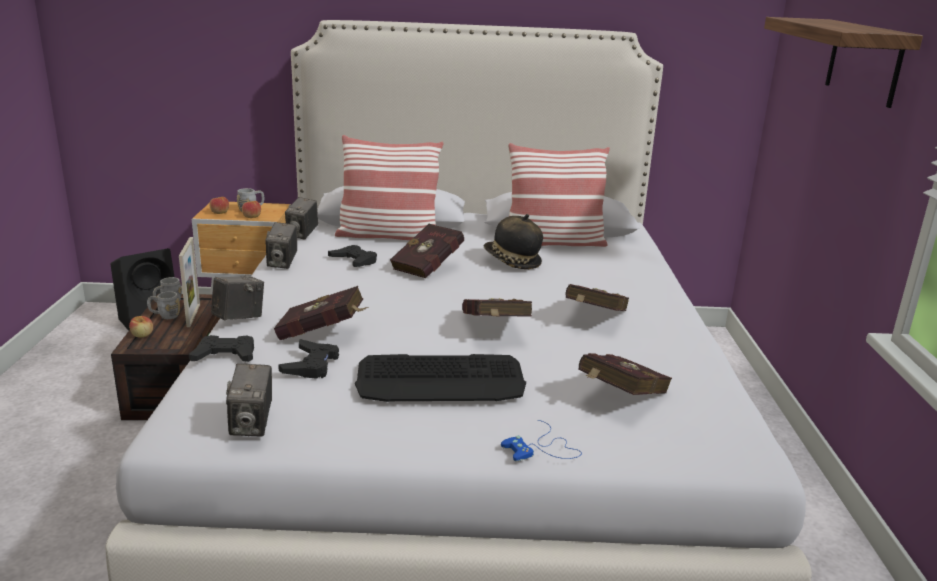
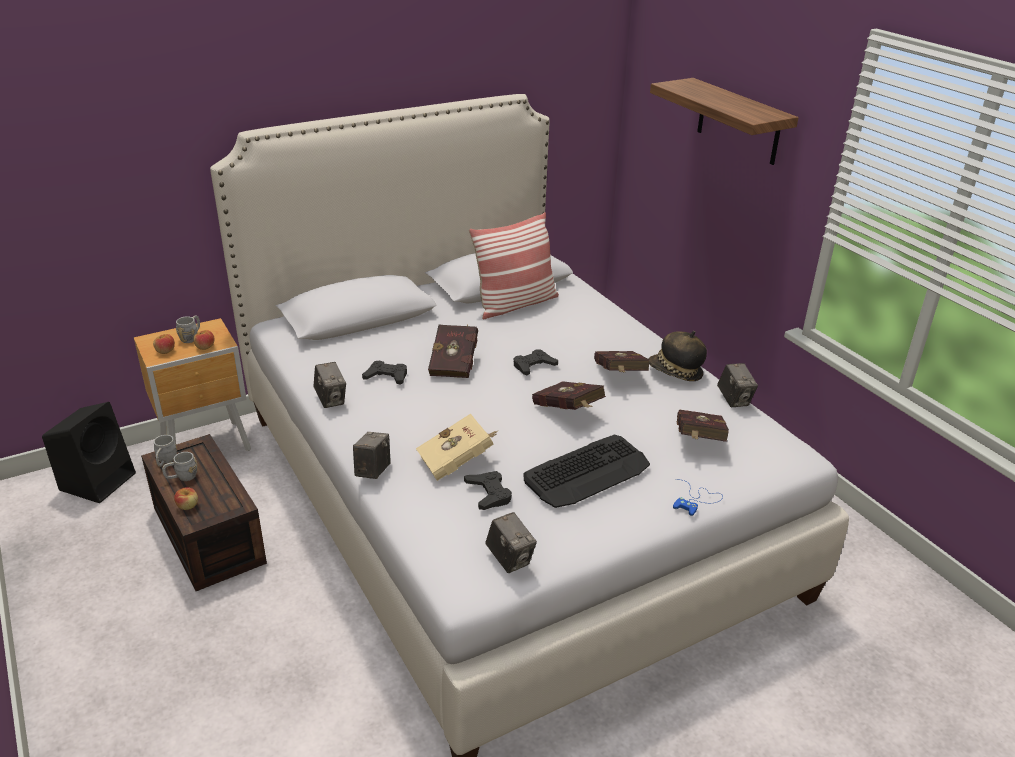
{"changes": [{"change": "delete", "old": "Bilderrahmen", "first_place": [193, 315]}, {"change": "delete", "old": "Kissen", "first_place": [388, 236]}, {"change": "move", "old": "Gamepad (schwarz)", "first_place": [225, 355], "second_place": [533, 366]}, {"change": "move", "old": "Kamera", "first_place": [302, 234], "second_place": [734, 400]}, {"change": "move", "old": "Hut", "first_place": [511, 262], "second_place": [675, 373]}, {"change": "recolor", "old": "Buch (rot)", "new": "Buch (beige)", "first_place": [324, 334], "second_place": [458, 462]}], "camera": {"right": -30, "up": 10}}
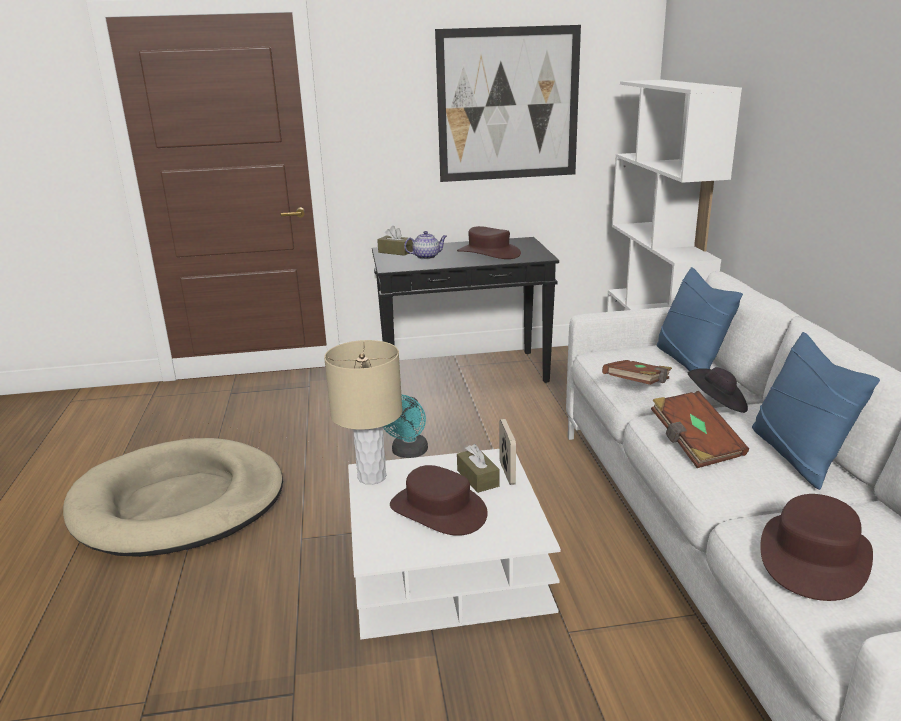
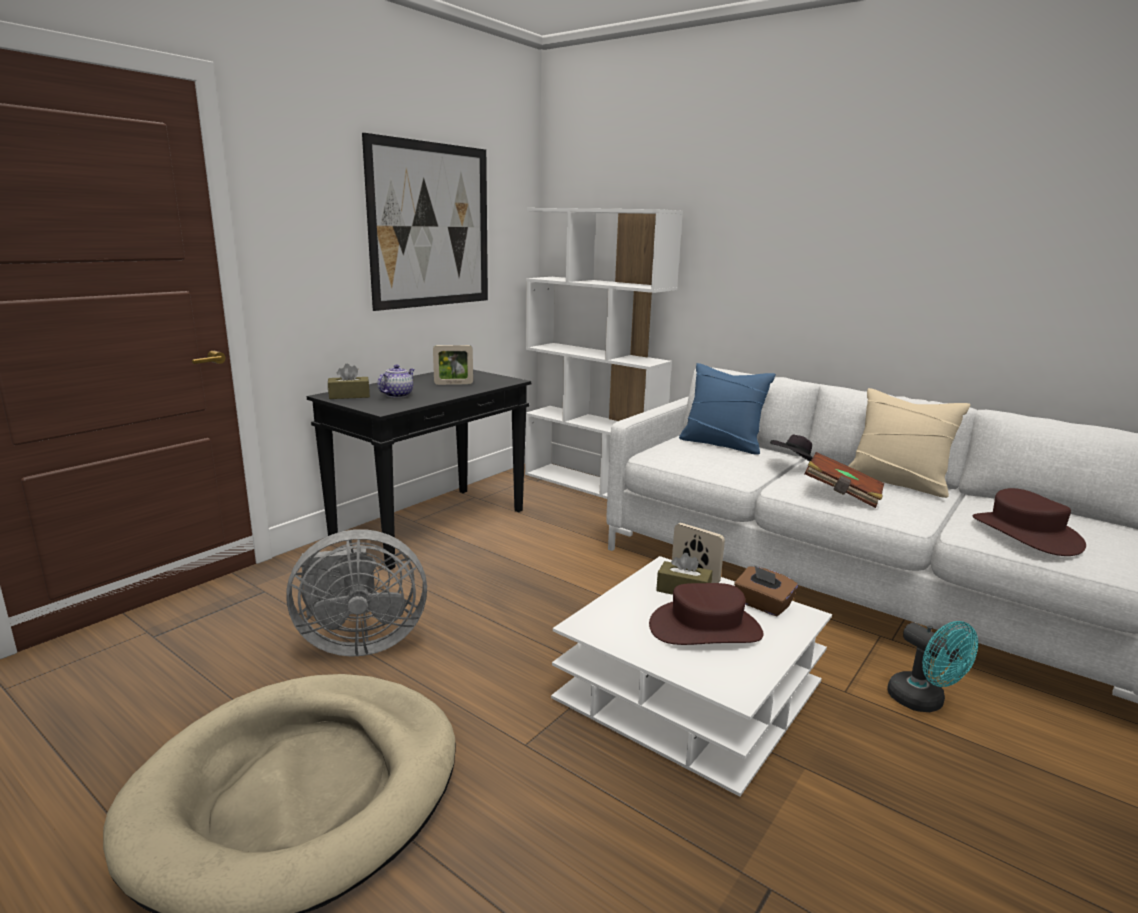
{"changes": [{"change": "delete", "old": "Tischlampe (beige)", "first_place": [372, 476]}, {"change": "delete", "old": "Buch (braun)", "first_place": [638, 386]}, {"change": "insert", "new": "Ventilator (grau)", "second_place": [358, 642]}, {"change": "insert", "new": "Taschentuchbox (braun)", "second_place": [762, 605]}, {"change": "move", "old": "Ventilator (türkis)", "first_place": [408, 453], "second_place": [923, 702]}, {"change": "replace", "old": "Hut (braun)", "new": "Bilderrahmen", "first_place": [489, 253], "second_place": [453, 384]}, {"change": "recolor", "old": "Kissen (blau)", "new": "Kissen (beige)", "first_place": [798, 455], "second_place": [897, 482]}], "camera": {"right": -45, "up": -5}}
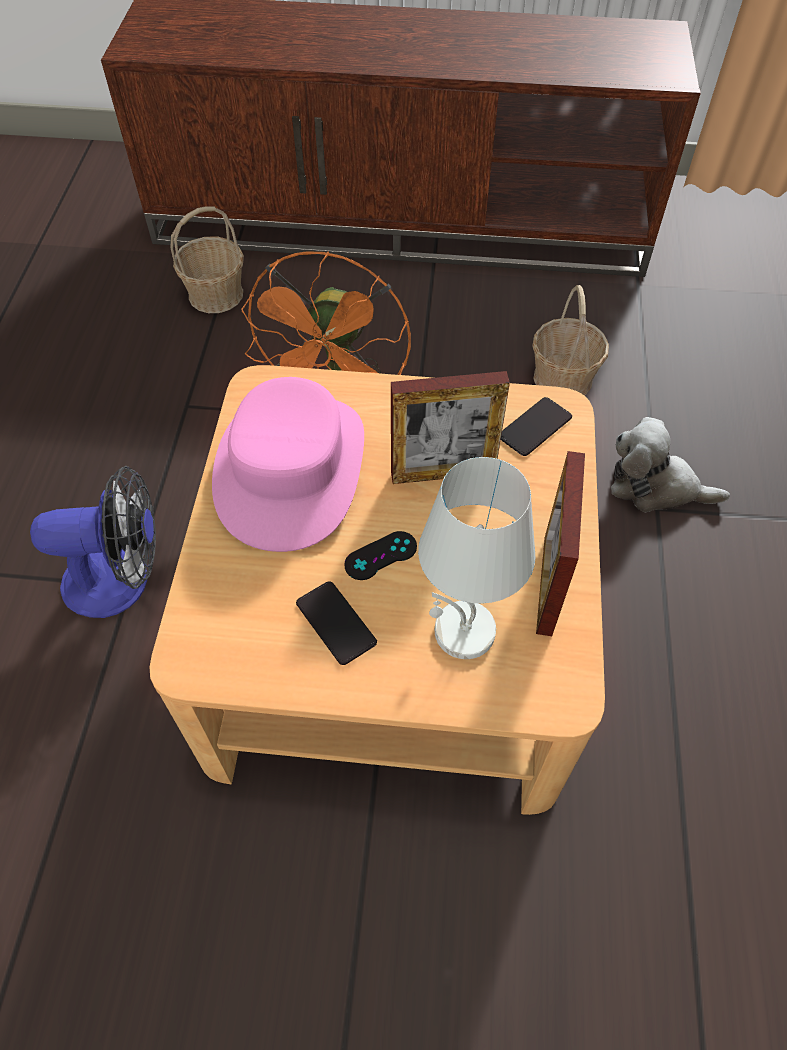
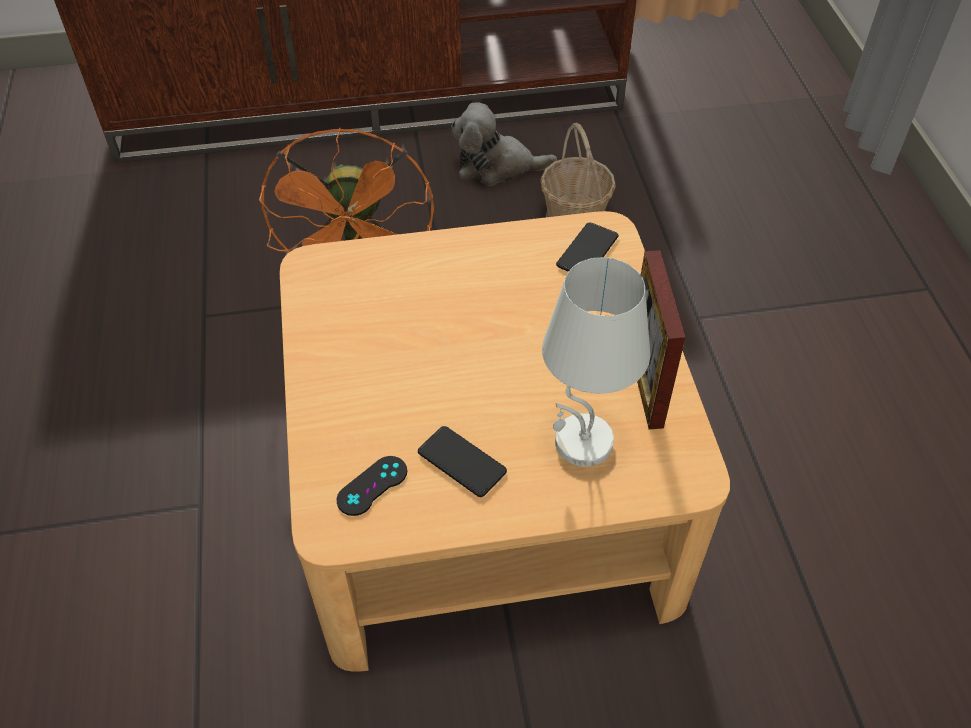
{"changes": [{"change": "delete", "old": "Ventilator", "first_place": [121, 580]}, {"change": "delete", "old": "Korb", "first_place": [216, 294]}, {"change": "delete", "old": "Hut (rosa)", "first_place": [290, 469]}, {"change": "delete", "old": "Bilderrahmen", "first_place": [443, 473]}, {"change": "move", "old": "Gamepad (schwarz)", "first_place": [380, 556], "second_place": [372, 486]}, {"change": "move", "old": "Plüschtier", "first_place": [655, 486], "second_place": [497, 166]}], "camera": {"right": -15, "up": -5}}
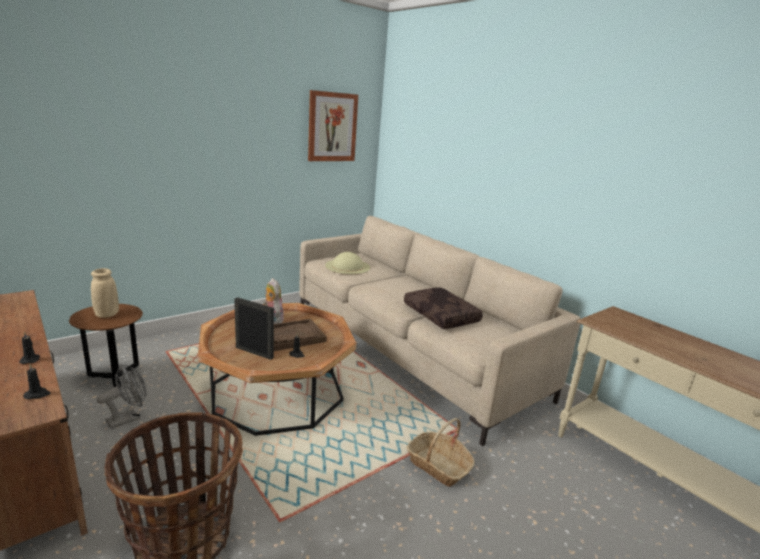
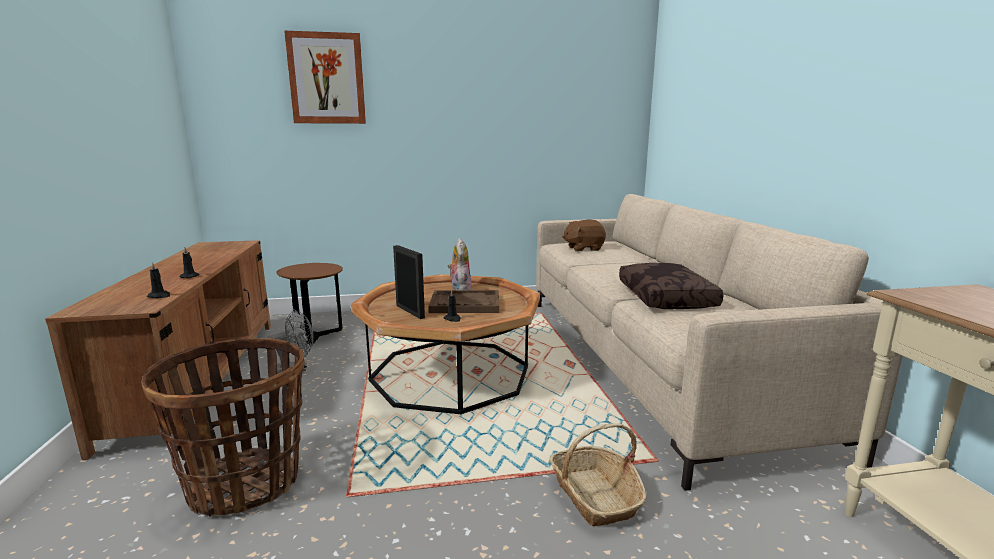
{"changes": [{"change": "delete", "old": "Vase (beige)", "first_place": [107, 314]}, {"change": "move", "old": "Bild", "first_place": [332, 127], "second_place": [327, 79]}, {"change": "replace", "old": "Hut (beige)", "new": "Plüschtier (braun)", "first_place": [347, 266], "second_place": [583, 248]}], "camera": {"right": 30, "up": -5}}
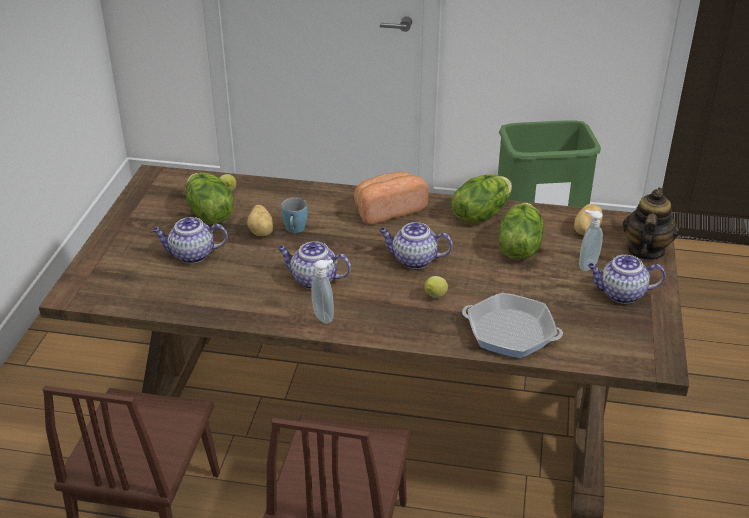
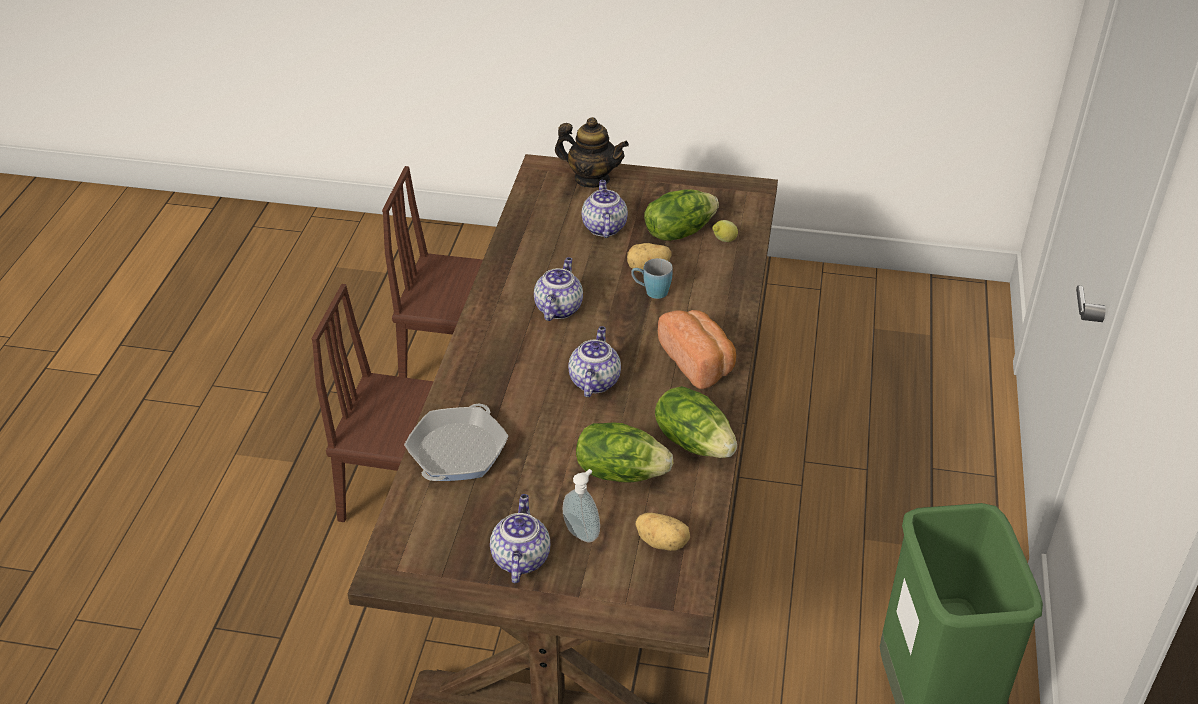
{"changes": [{"change": "delete", "old": "Seifenspender", "first_place": [324, 316]}, {"change": "delete", "old": "Zitrone", "first_place": [434, 297]}, {"change": "move", "old": "Teekanne", "first_place": [645, 251], "second_place": [591, 179]}], "camera": {"right": 90, "up": 5}}
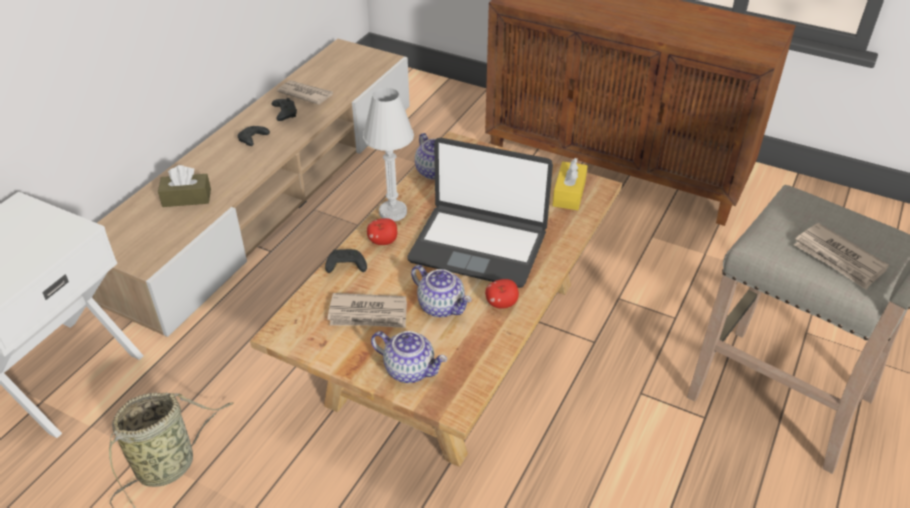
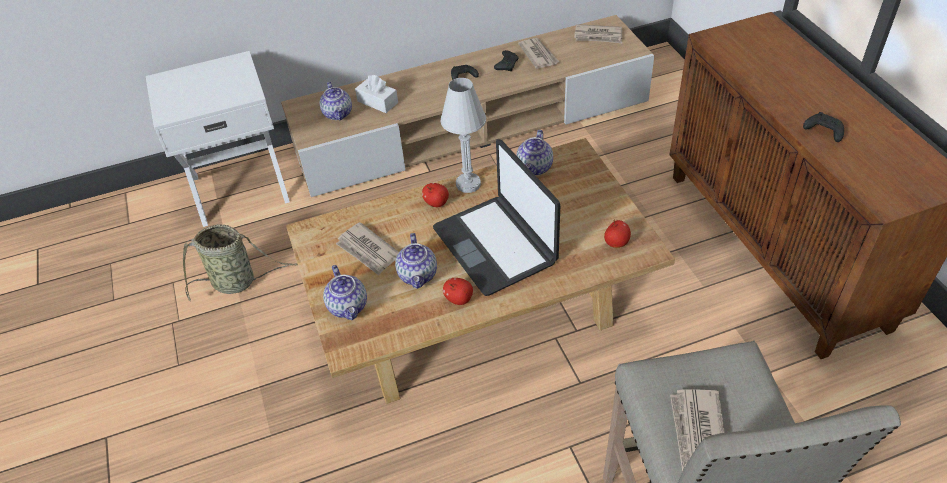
{"changes": [{"change": "insert", "new": "Teekanne", "second_place": [338, 113]}, {"change": "insert", "new": "Zeitung", "second_place": [598, 36]}, {"change": "move", "old": "Gamepad (schwarz)", "first_place": [345, 267], "second_place": [822, 131]}, {"change": "replace", "old": "Taschentuchbox (gelb)", "new": "Apfel", "first_place": [569, 194], "second_place": [616, 243]}, {"change": "recolor", "old": "Taschentuchbox (braun)", "new": "Taschentuchbox (weiß)", "first_place": [187, 198], "second_place": [377, 102]}], "camera": {"right": 45, "up": 5}}
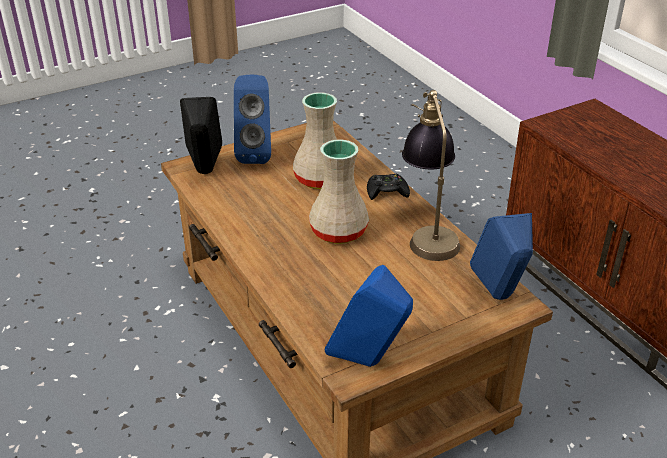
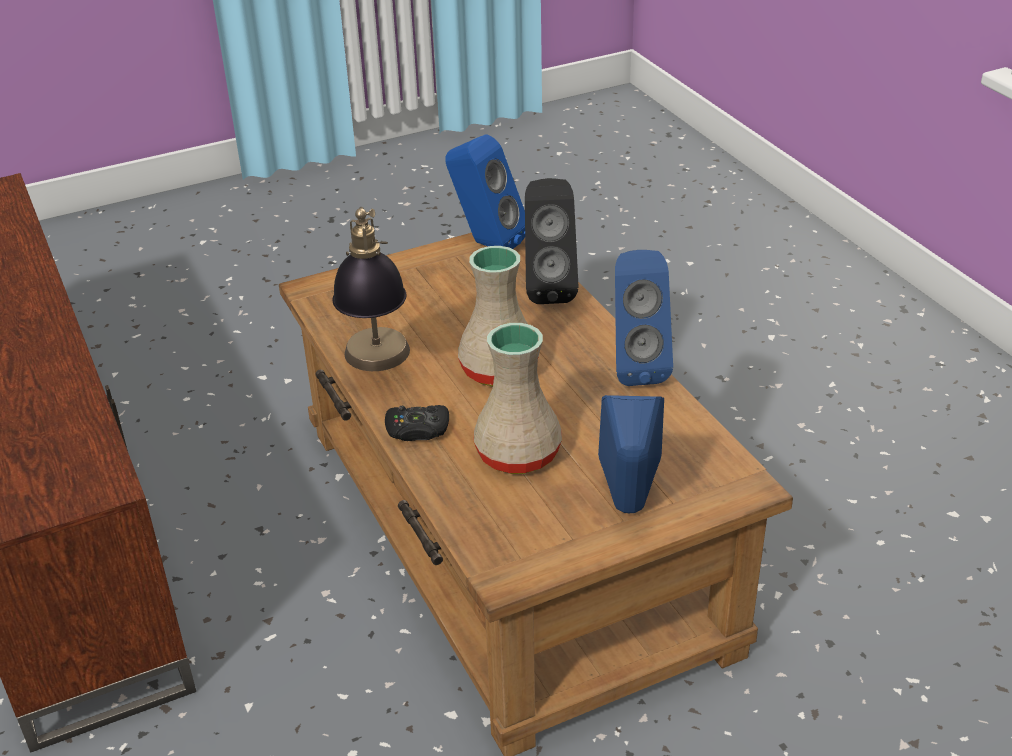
{"changes": [{"change": "move", "old": "Lautsprecher (schwarz)", "first_place": [205, 173], "second_place": [549, 289]}, {"change": "move", "old": "Lautsprecher (blau)", "first_place": [499, 297], "second_place": [636, 367]}], "camera": {"right": -175, "up": 0}}
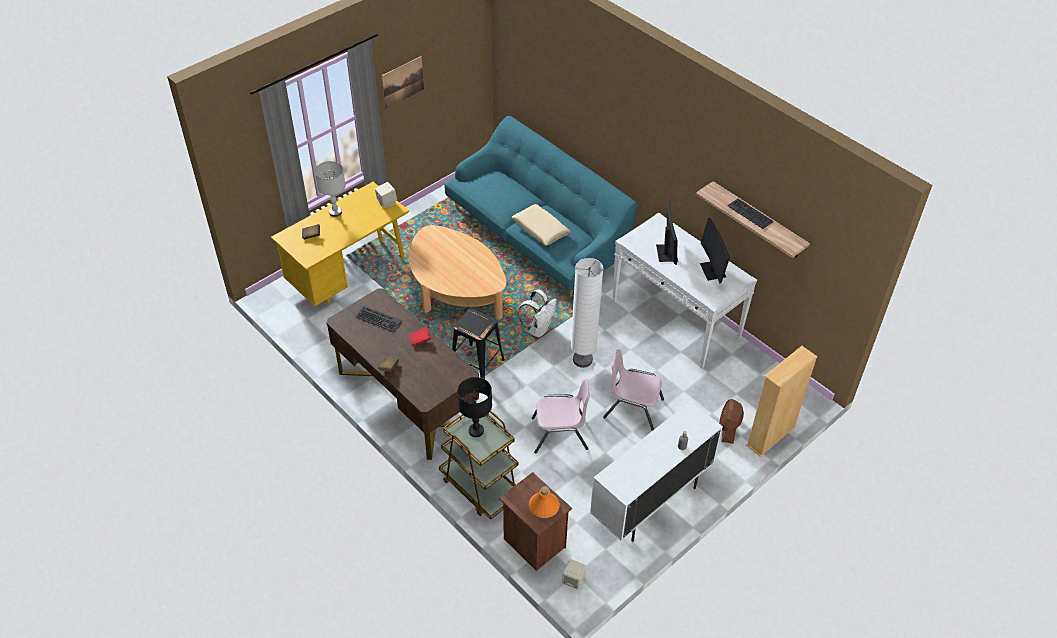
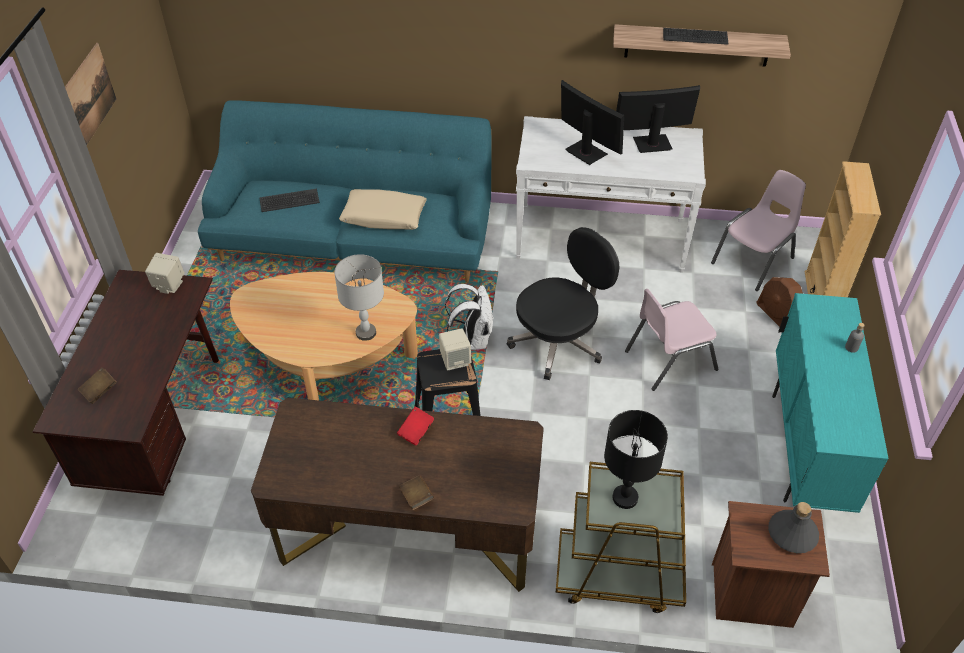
{"changes": [{"change": "move", "old": "Tischlampe (grau)", "first_place": [335, 212], "second_place": [365, 333]}, {"change": "move", "old": "Tastatur", "first_place": [378, 319], "second_place": [289, 201]}, {"change": "move", "old": "Stuhl (rosa)", "first_place": [560, 434], "second_place": [754, 261]}, {"change": "move", "old": "Lautsprecher (beige)", "first_place": [573, 581], "second_place": [455, 360]}, {"change": "replace", "old": "Stehlampe (weiß)", "new": "Bürostuhl (schwarz)", "first_place": [582, 360], "second_place": [559, 342]}, {"change": "recolor", "old": "Schreibtisch (gelb)", "new": "Schreibtisch (braun)", "first_place": [349, 275], "second_place": [159, 426]}, {"change": "recolor", "old": "Flasche (orange)", "new": "Flasche (grau)", "first_place": [544, 506], "second_place": [792, 533]}, {"change": "recolor", "old": "Schrank (weiß)", "new": "Schrank (türkis)", "first_place": [650, 503], "second_place": [804, 450]}, {"change": "rotate", "old": "Monitor", "first_place": [712, 271], "second_place": [652, 144], "degrees": 135}], "camera": {"right": -40, "up": 0}}
